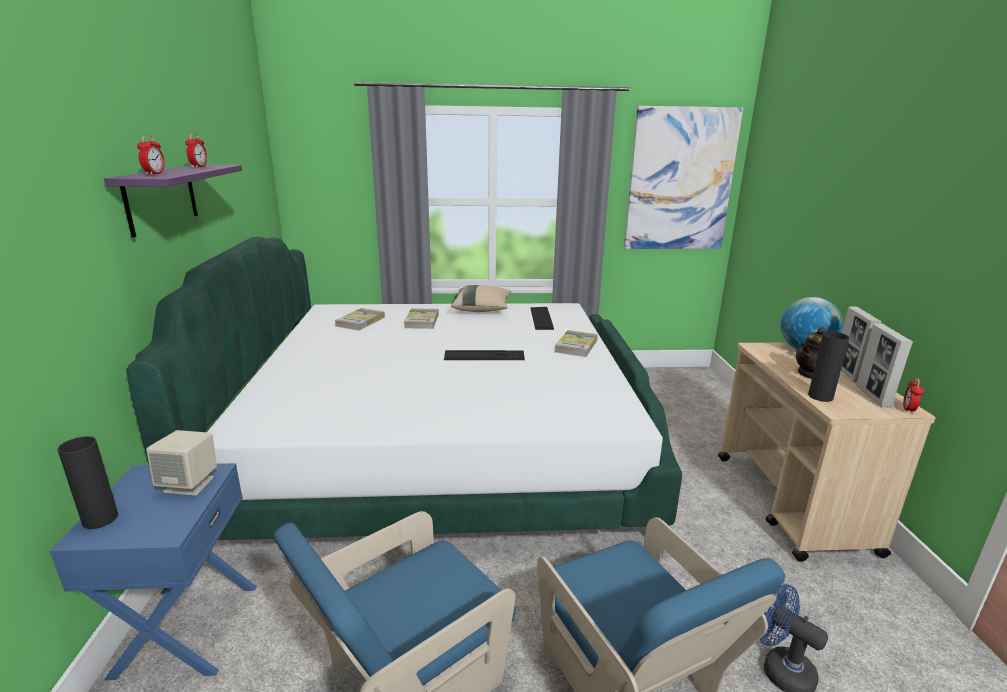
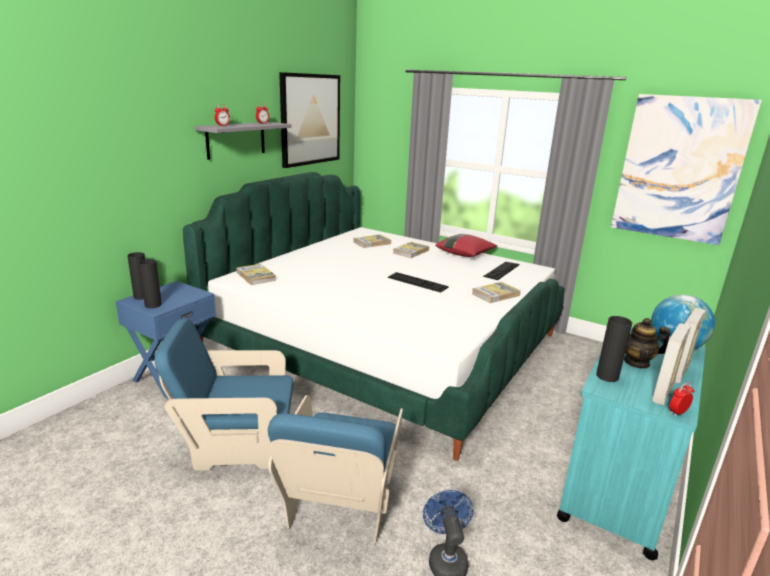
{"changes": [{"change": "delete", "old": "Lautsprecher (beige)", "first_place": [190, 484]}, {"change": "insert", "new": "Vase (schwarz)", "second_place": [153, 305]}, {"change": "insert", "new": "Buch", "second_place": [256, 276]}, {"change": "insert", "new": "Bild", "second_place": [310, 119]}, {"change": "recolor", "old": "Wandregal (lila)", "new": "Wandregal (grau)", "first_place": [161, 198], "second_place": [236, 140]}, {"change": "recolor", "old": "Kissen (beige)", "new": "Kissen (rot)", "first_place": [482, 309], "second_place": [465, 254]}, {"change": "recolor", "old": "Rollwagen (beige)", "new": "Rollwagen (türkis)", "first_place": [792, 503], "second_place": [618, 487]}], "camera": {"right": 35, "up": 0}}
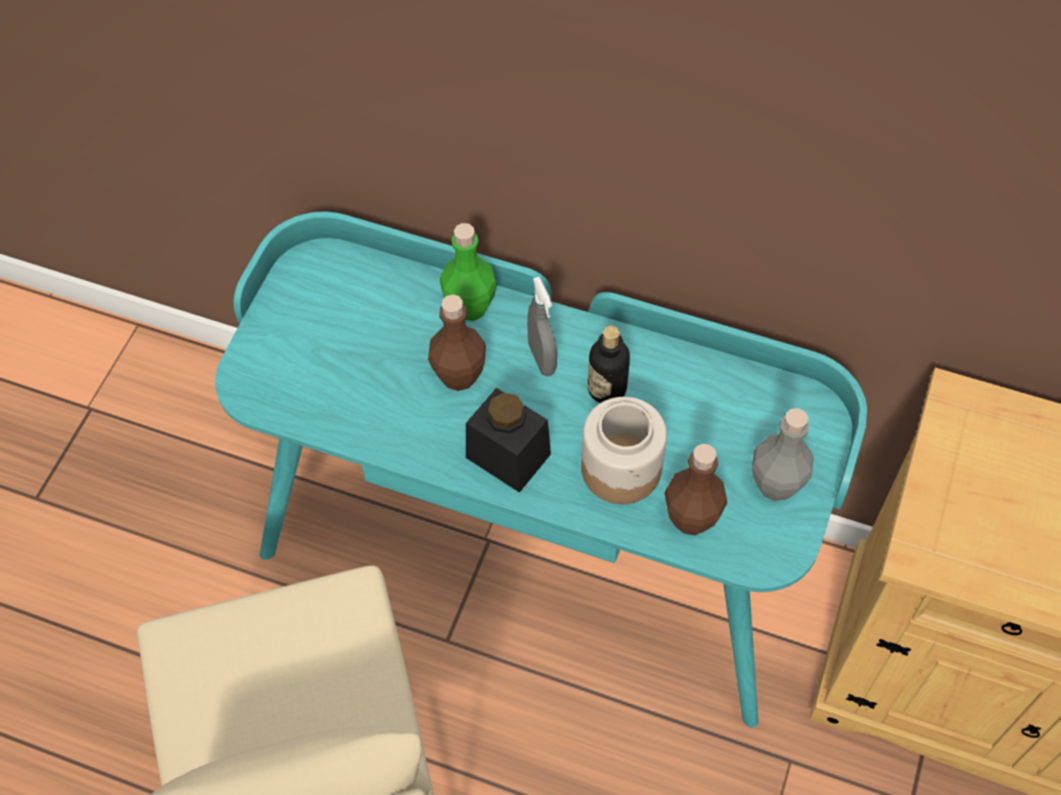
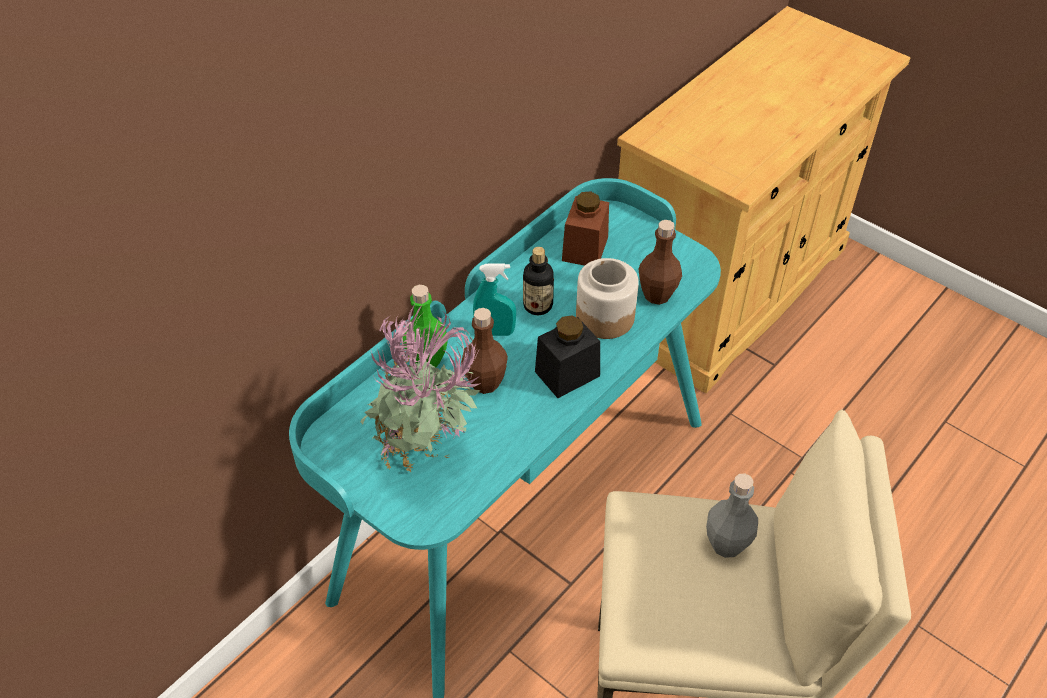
{"changes": [{"change": "insert", "new": "Topfpflanze", "second_place": [428, 458]}, {"change": "insert", "new": "Vorratsglas (braun)", "second_place": [585, 249]}, {"change": "move", "old": "Flasche (grau)", "first_place": [776, 484], "second_place": [726, 544]}, {"change": "recolor", "old": "Sprühflasche (grau)", "new": "Sprühflasche (türkis)", "first_place": [542, 359], "second_place": [495, 332]}], "camera": {"right": -70, "up": -10}}
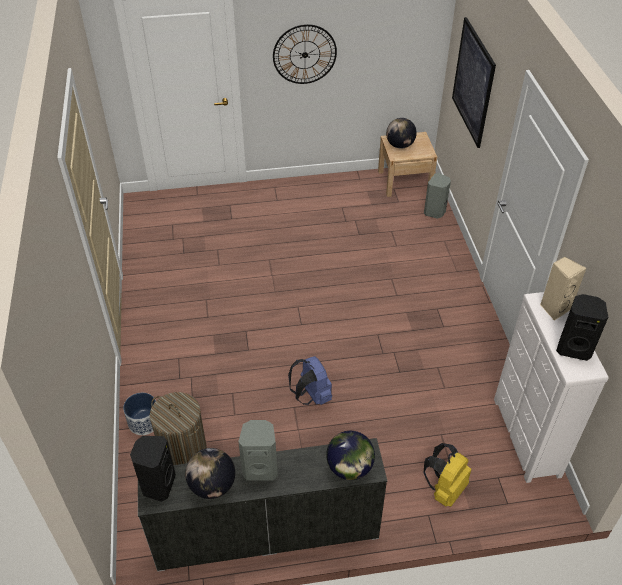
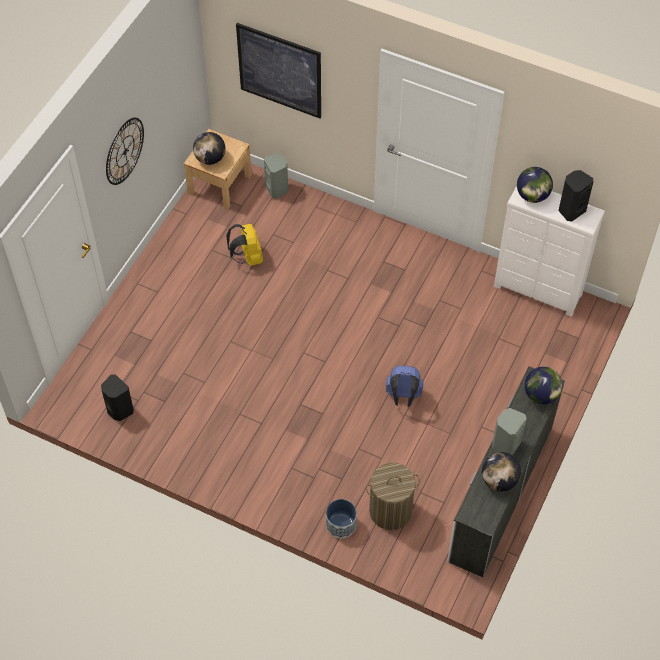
{"changes": [{"change": "move", "old": "Lautsprecher (schwarz)", "first_place": [157, 485], "second_place": [119, 410]}, {"change": "move", "old": "Rucksack (gelb)", "first_place": [444, 489], "second_place": [247, 257]}, {"change": "replace", "old": "Lautsprecher (beige)", "new": "Globus", "first_place": [554, 308], "second_place": [532, 196]}], "camera": {"right": -55, "up": 10}}
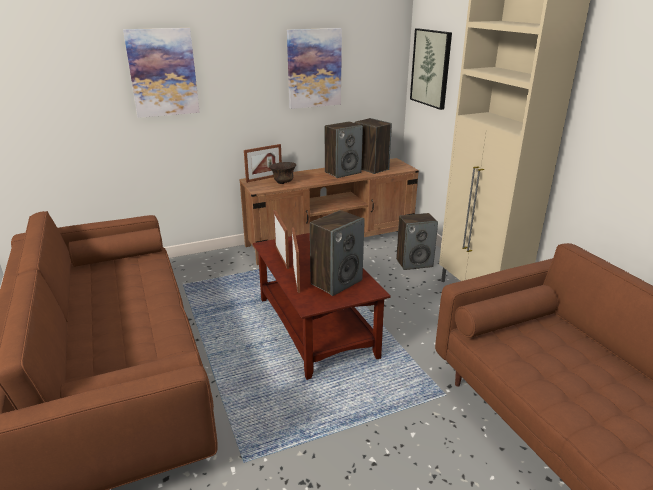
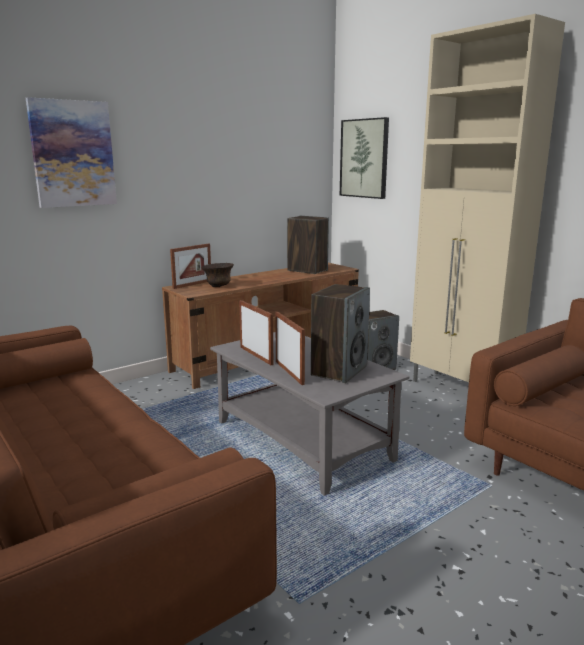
{"changes": [{"change": "delete", "old": "Bild", "first_place": [314, 68]}, {"change": "delete", "old": "Lautsprecher", "first_place": [343, 172]}, {"change": "recolor", "old": "Couchtisch (braun)", "new": "Couchtisch (grau)", "first_place": [315, 326], "second_place": [300, 440]}], "camera": {"right": -15, "up": -10}}
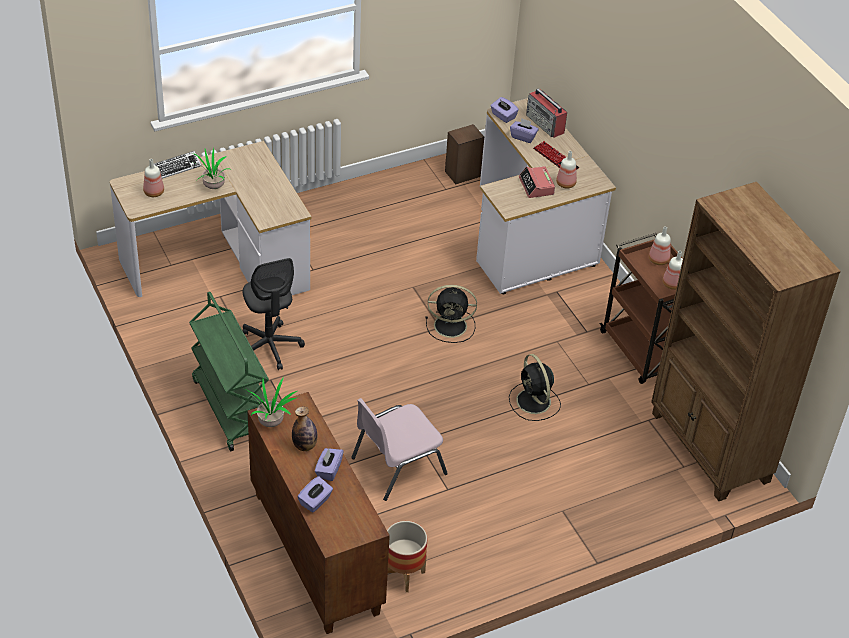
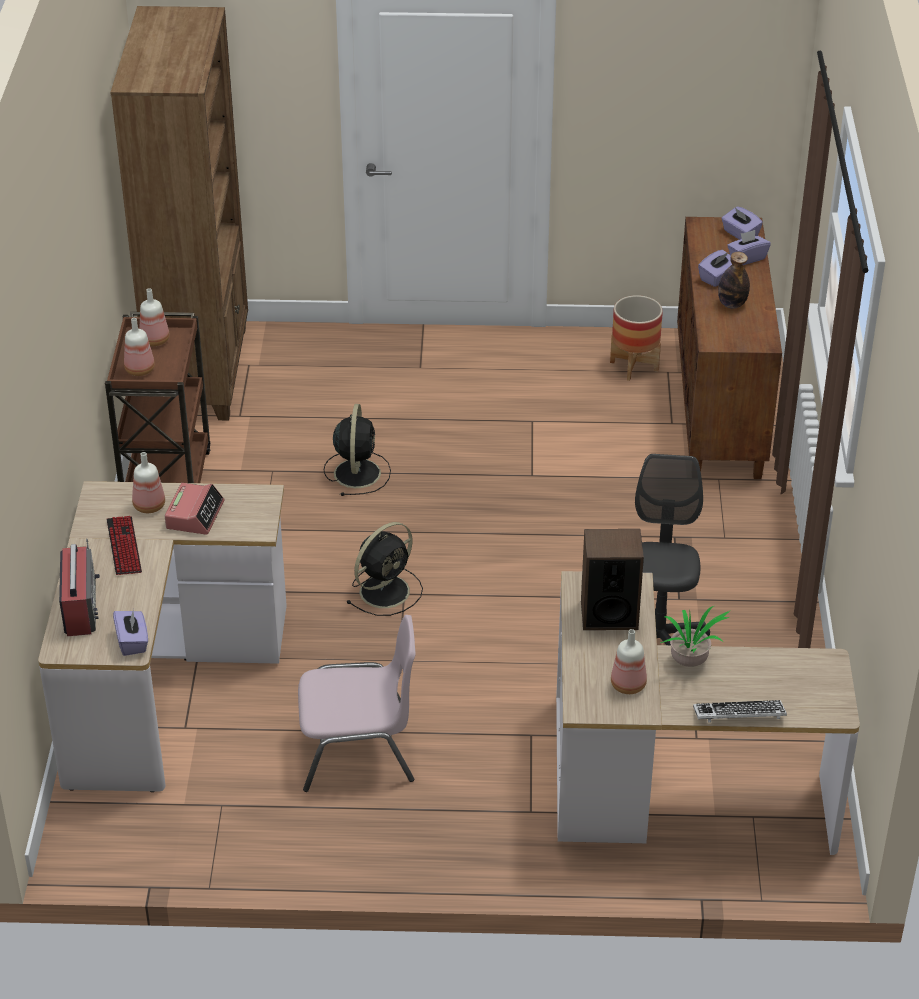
{"changes": [{"change": "delete", "old": "Rollwagen (grün)", "first_place": [230, 408]}, {"change": "delete", "old": "Topfpflanze", "first_place": [271, 421]}, {"change": "move", "old": "Flasche", "first_place": [153, 192], "second_place": [629, 685]}, {"change": "move", "old": "Stuhl (rosa)", "first_place": [396, 465], "second_place": [358, 750]}, {"change": "move", "old": "Lautsprecher", "first_place": [463, 174], "second_place": [609, 615]}, {"change": "move", "old": "Taschentuchbox (lila)", "first_place": [523, 137], "second_place": [740, 234]}, {"change": "rotate", "old": "Ventilator (schwarz)", "first_place": [452, 326], "second_place": [386, 590], "degrees": 105}], "camera": {"right": -150, "up": -5}}
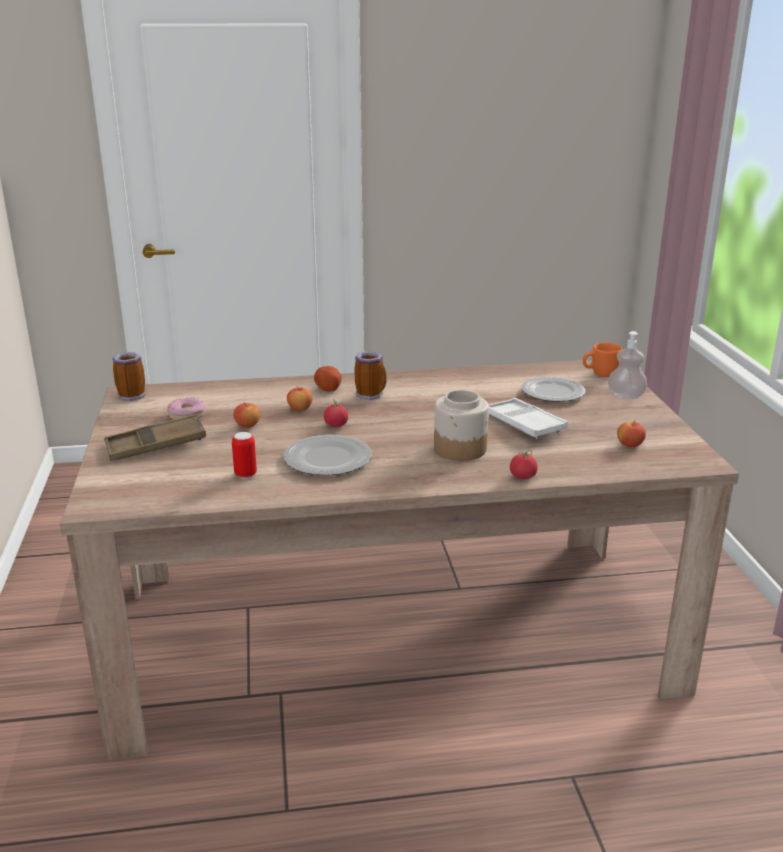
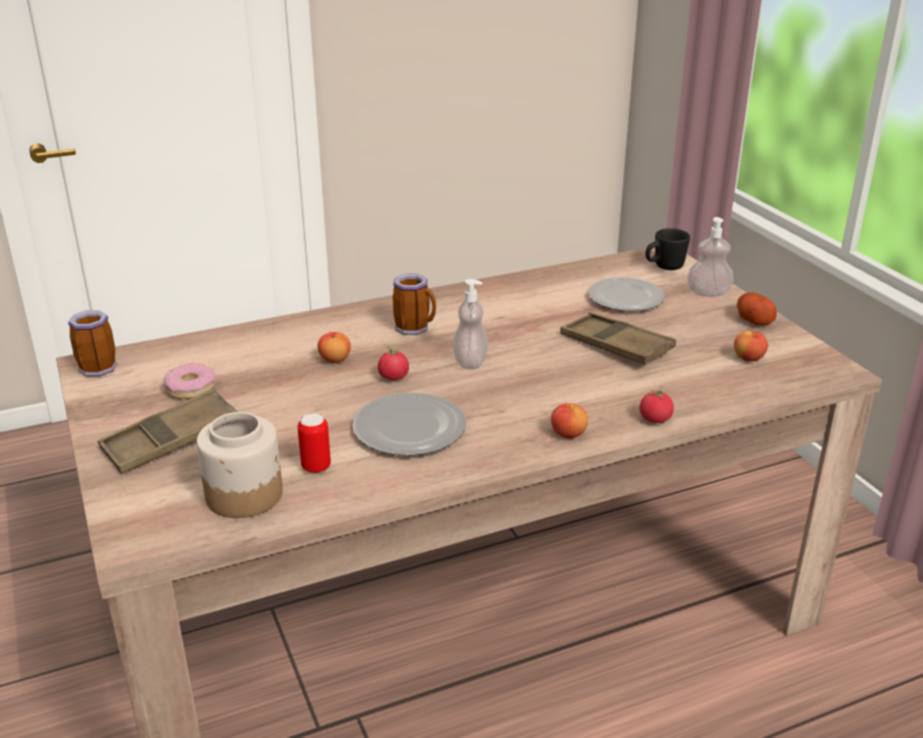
{"changes": [{"change": "insert", "new": "Seifenspender", "second_place": [470, 362]}, {"change": "move", "old": "Apfel", "first_place": [247, 425], "second_place": [568, 434]}, {"change": "move", "old": "Kartoffel", "first_place": [328, 387], "second_place": [753, 320]}, {"change": "move", "old": "Vorratsglas", "first_place": [460, 449], "second_place": [245, 494]}, {"change": "recolor", "old": "Tablett (weiß)", "new": "Tablett (braun)", "first_place": [523, 424], "second_place": [616, 345]}, {"change": "recolor", "old": "Henkelbecher (orange)", "new": "Henkelbecher (schwarz)", "first_place": [600, 374], "second_place": [664, 267]}], "camera": {"right": -15, "up": 5}}
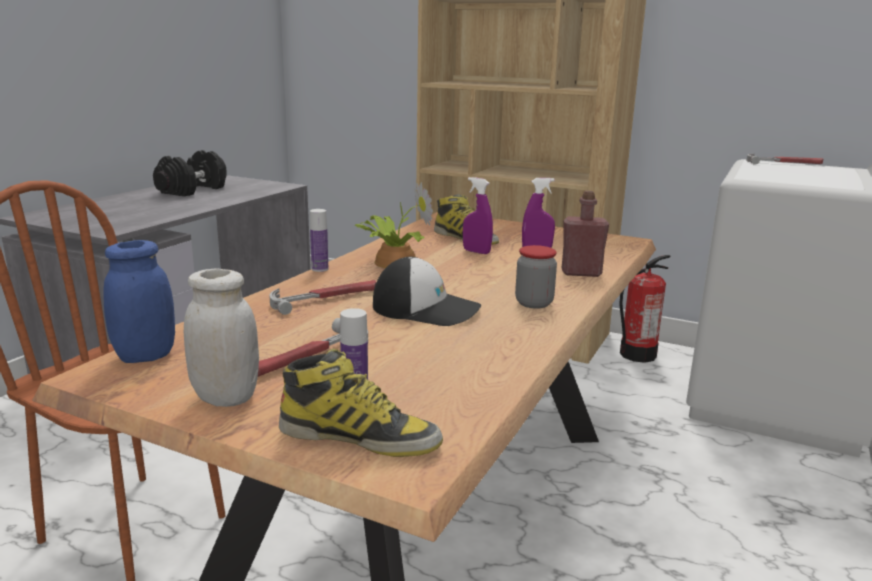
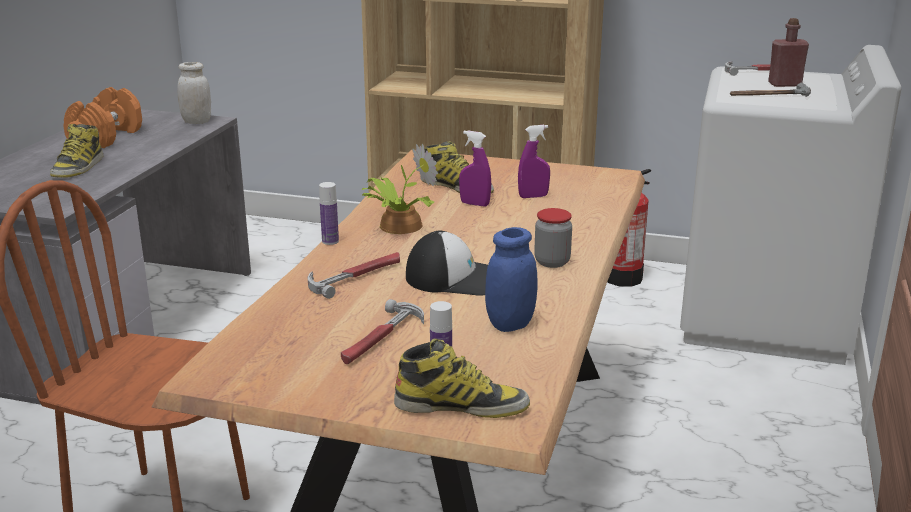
{"changes": [{"change": "insert", "new": "Stiefel", "second_place": [78, 167]}, {"change": "insert", "new": "Hammer", "second_place": [769, 95]}, {"change": "move", "old": "Vorratsglas (blau)", "first_place": [145, 356], "second_place": [510, 324]}, {"change": "move", "old": "Vorratsglas (weiß)", "first_place": [226, 397], "second_place": [197, 122]}, {"change": "move", "old": "Flasche (rot)", "first_place": [581, 273], "second_place": [784, 84]}, {"change": "recolor", "old": "Hantel (schwarz)", "new": "Hantel (orange)", "first_place": [192, 190], "second_place": [106, 137]}], "camera": {"right": -10, "up": 5}}
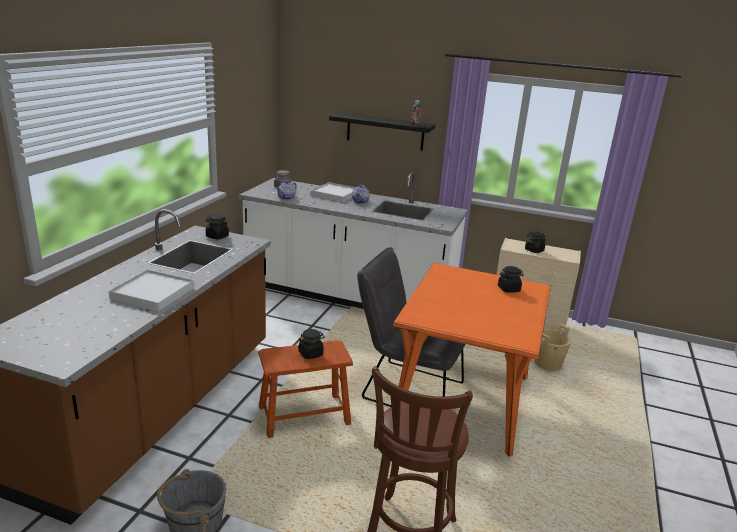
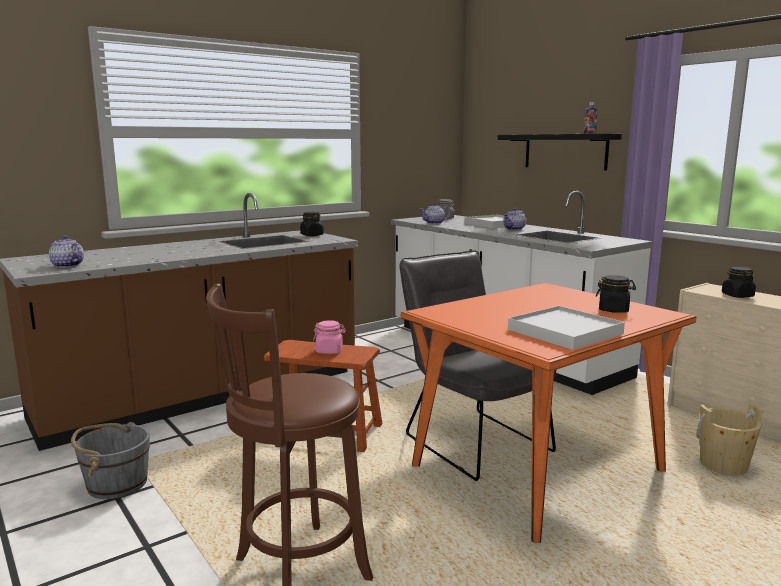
{"changes": [{"change": "insert", "new": "Teekanne", "second_place": [67, 265]}, {"change": "move", "old": "Tablett (weiß)", "first_place": [153, 293], "second_place": [565, 332]}, {"change": "recolor", "old": "Vorratsglas (schwarz)", "new": "Vorratsglas (rosa)", "first_place": [311, 354], "second_place": [329, 351]}], "camera": {"right": 35, "up": -10}}
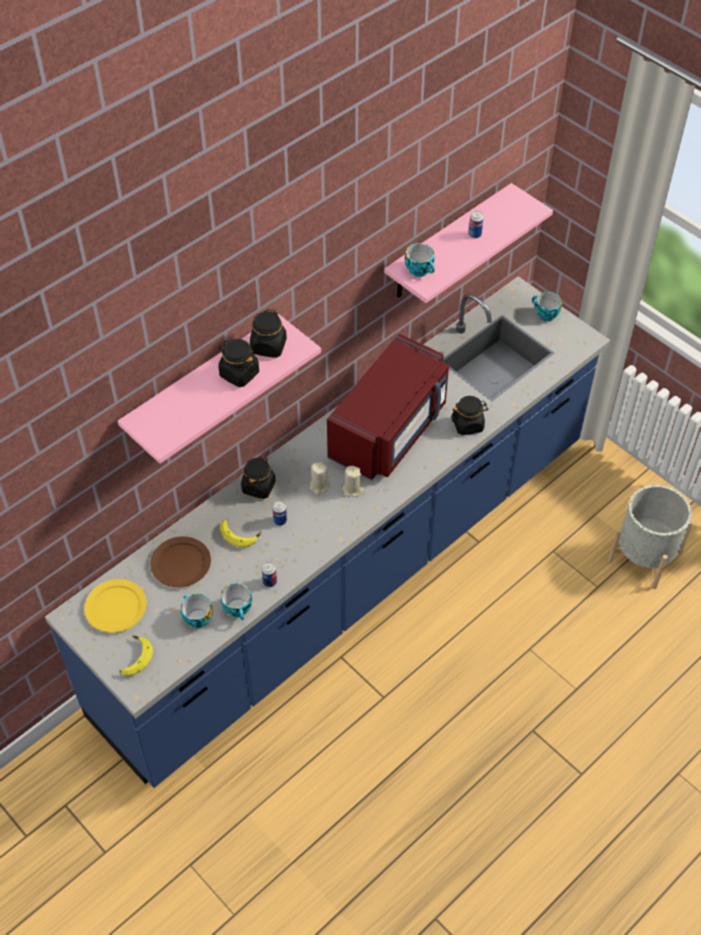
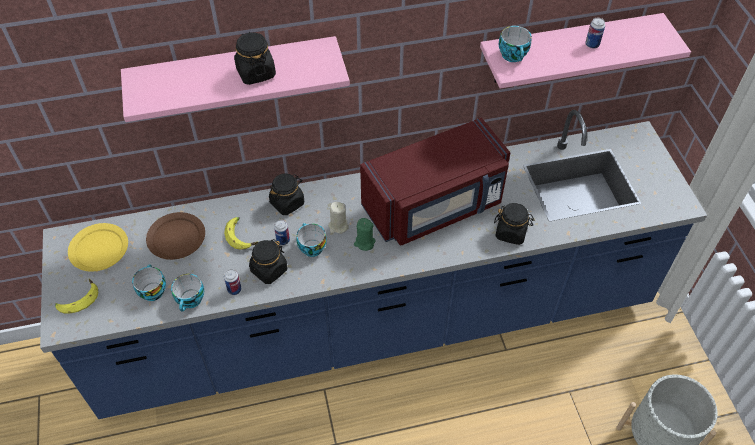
{"changes": [{"change": "move", "old": "Vorratsglas (schwarz)", "first_place": [268, 346], "second_place": [269, 270]}, {"change": "move", "old": "Tasse", "first_place": [545, 314], "second_place": [311, 247]}, {"change": "recolor", "old": "Kerze (beige)", "new": "Kerze (grün)", "first_place": [352, 489], "second_place": [364, 243]}], "camera": {"right": 30, "up": 0}}
